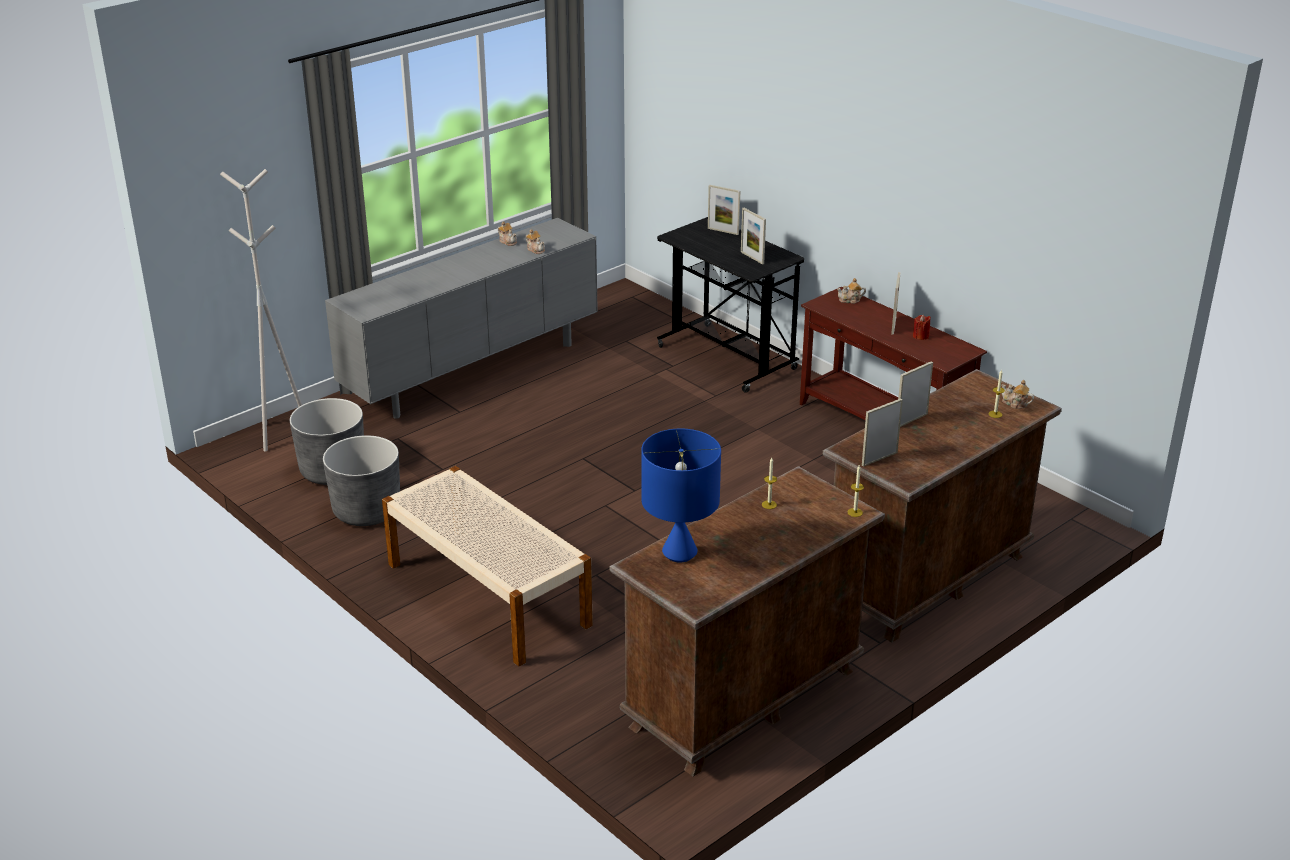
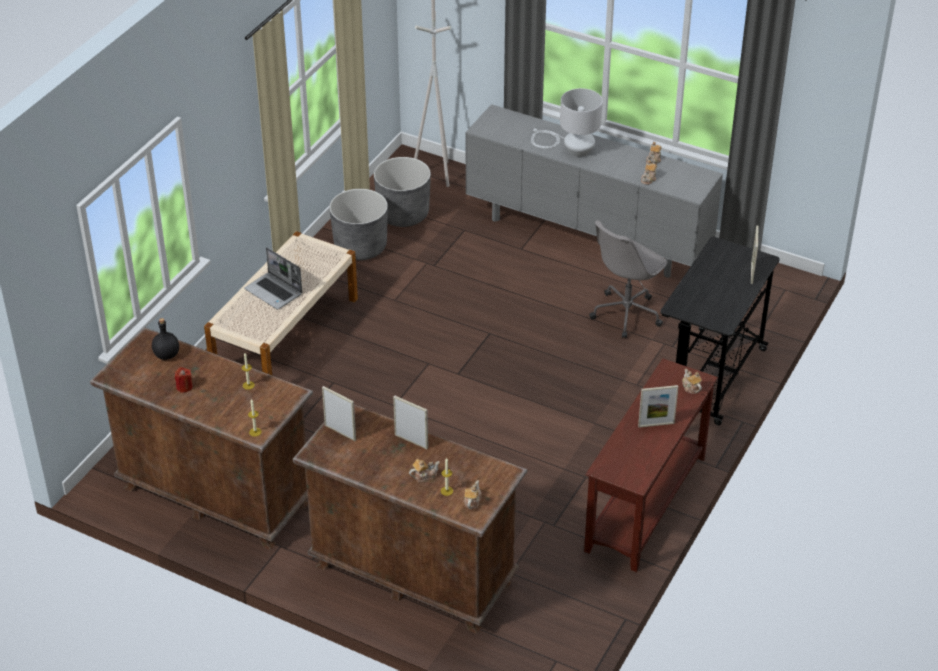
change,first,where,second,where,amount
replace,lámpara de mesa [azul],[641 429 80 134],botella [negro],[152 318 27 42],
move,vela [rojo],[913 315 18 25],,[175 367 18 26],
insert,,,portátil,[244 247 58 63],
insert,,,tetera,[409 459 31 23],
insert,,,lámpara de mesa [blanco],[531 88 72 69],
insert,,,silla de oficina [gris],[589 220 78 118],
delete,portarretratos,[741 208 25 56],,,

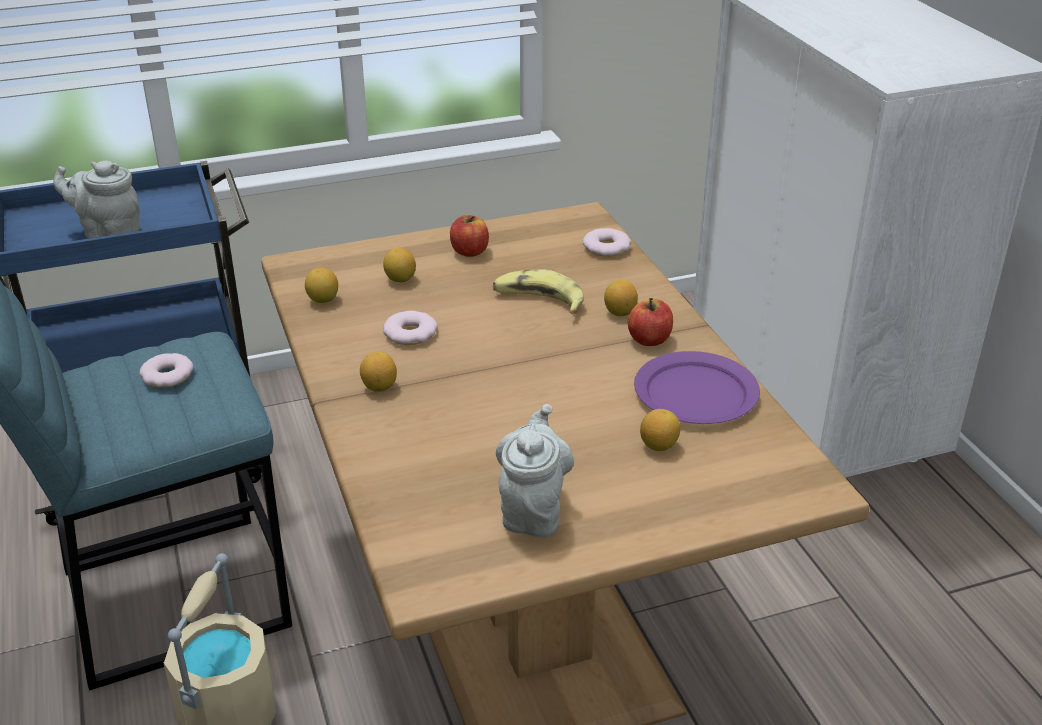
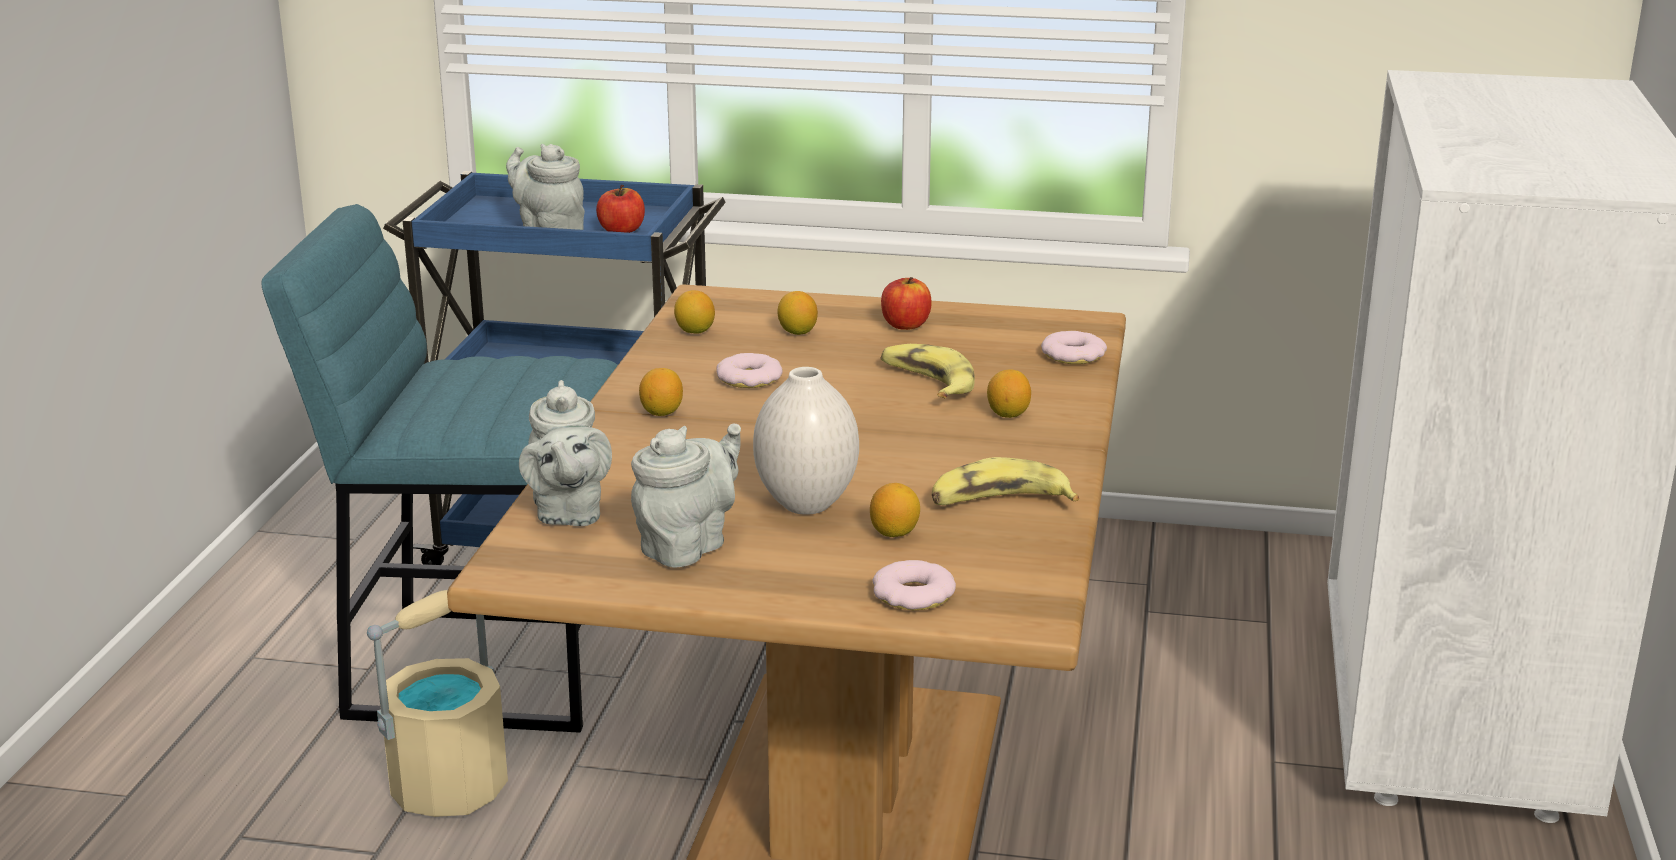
change,first,where,second,where,amount
insert,,,tetera [gris],[519 380 93 146],
move,manzana,[628 298 45 48],,[596 185 49 48],
insert,,,florero [blanco],[753 367 106 148],
move,rosquilla,[140 353 53 34],,[873 560 83 50],
replace,plato [morado],[634 351 126 73],plátano,[932 457 147 48],

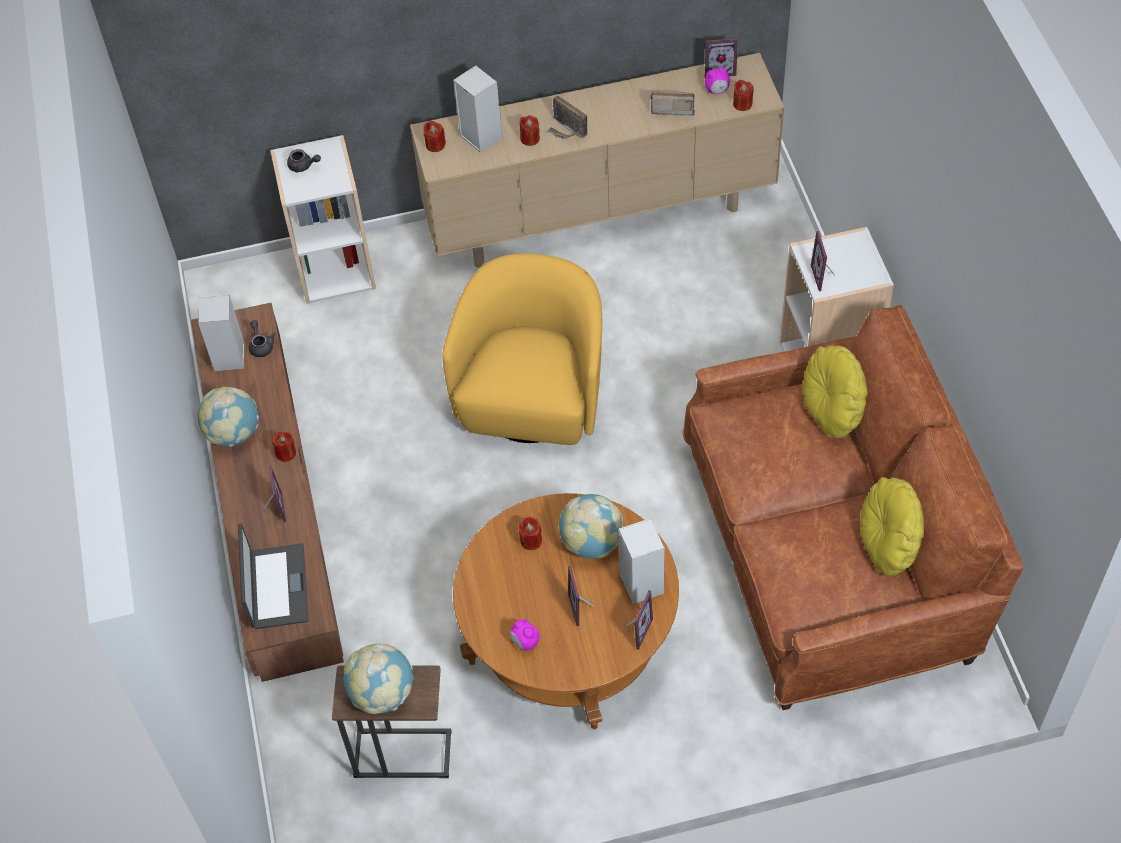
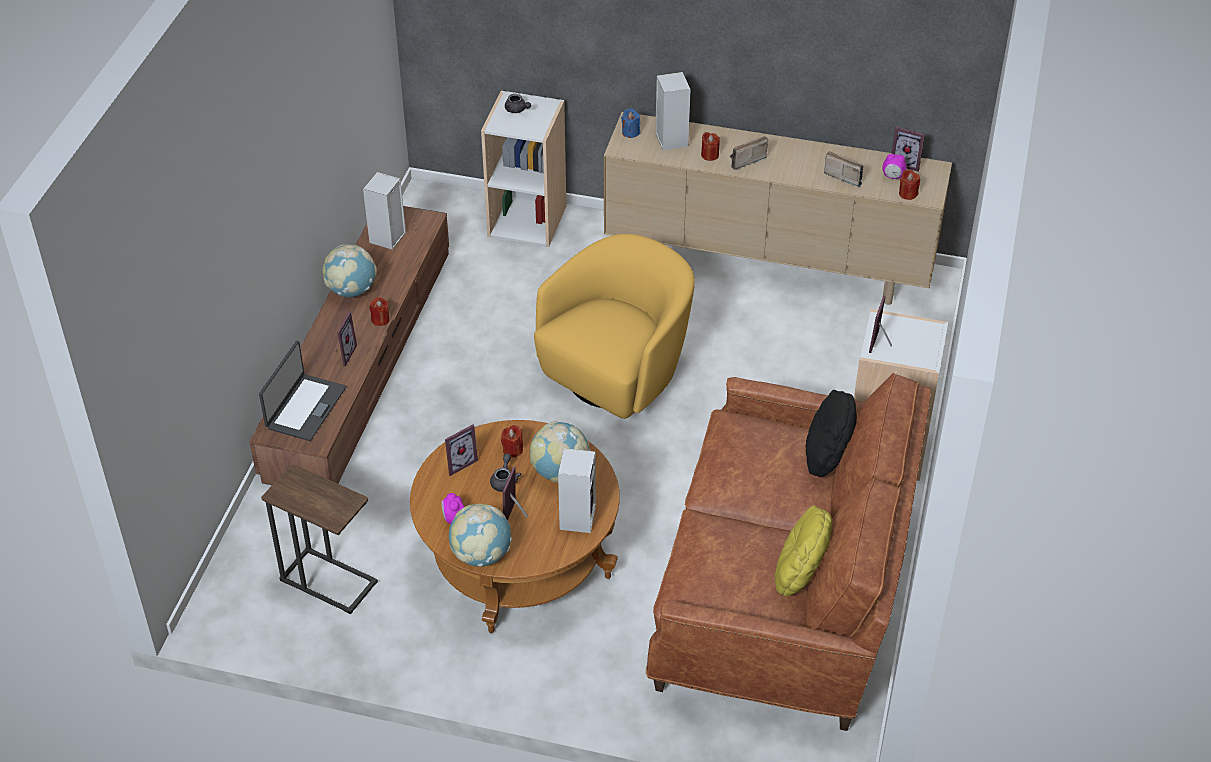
change,first,where,second,where,amount
move,portarretratos,[626 590 27 60],,[445 424 33 52],
move,globo terráqueo,[344 644 69 70],,[449 503 63 64],
move,tetera [gris],[249 320 27 37],,[490 453 31 39],
recolor,vela [rojo],[424 121 22 31],vela [azul],[621 108 19 30],
rotate,radio,[546 96 41 43],,[730 136 38 34],75 degrees clockwise
recolor,cojín [amarillo],[803 346 65 92],cojín [negro],[806 390 51 87],

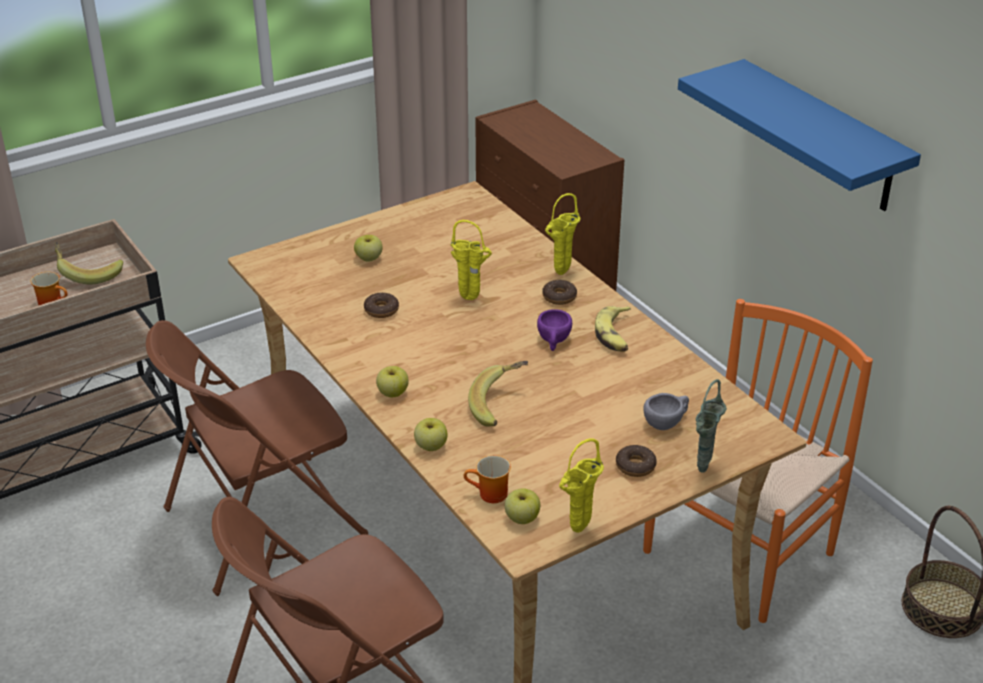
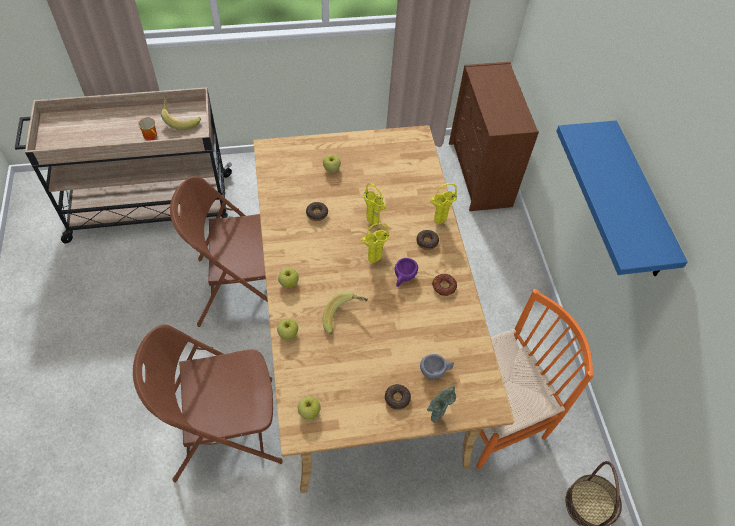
change,first,where,second,where,amount
move,florero [amarillo],[559 439 45 94],,[361 223 28 40],
replace,plátano,[595 306 36 46],rosquilla,[432 274 25 22],
delete,taza grande,[464 455 47 48],,,

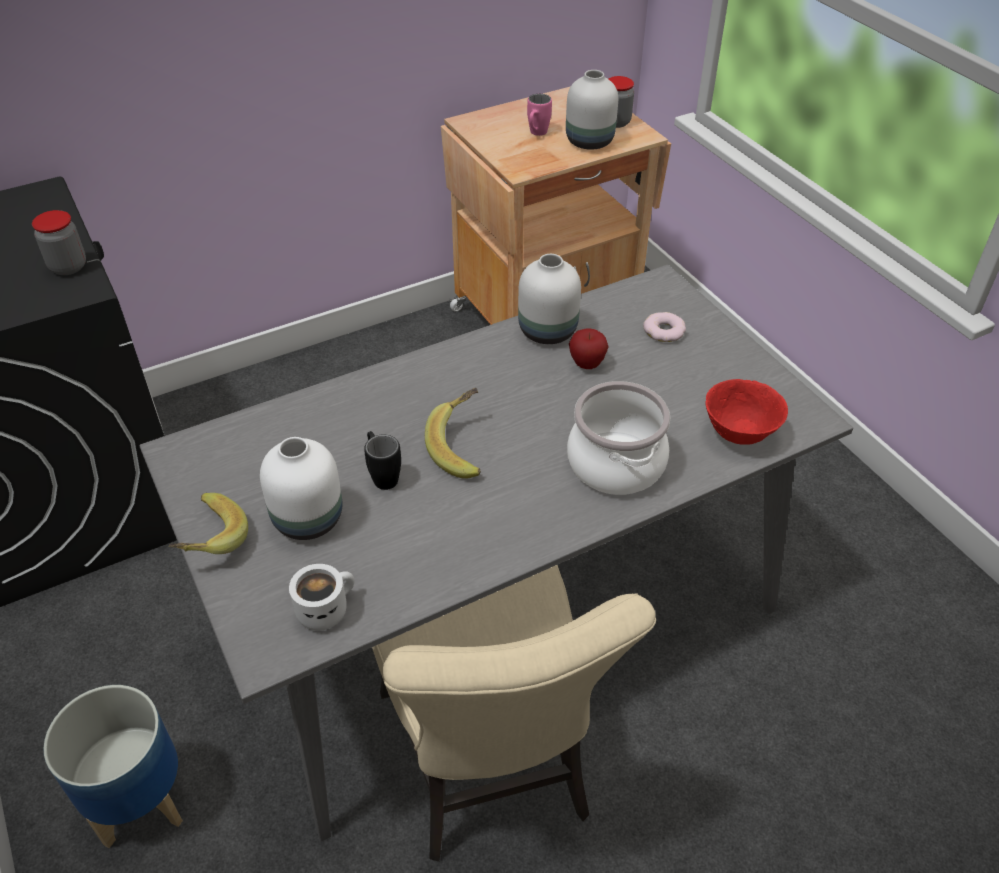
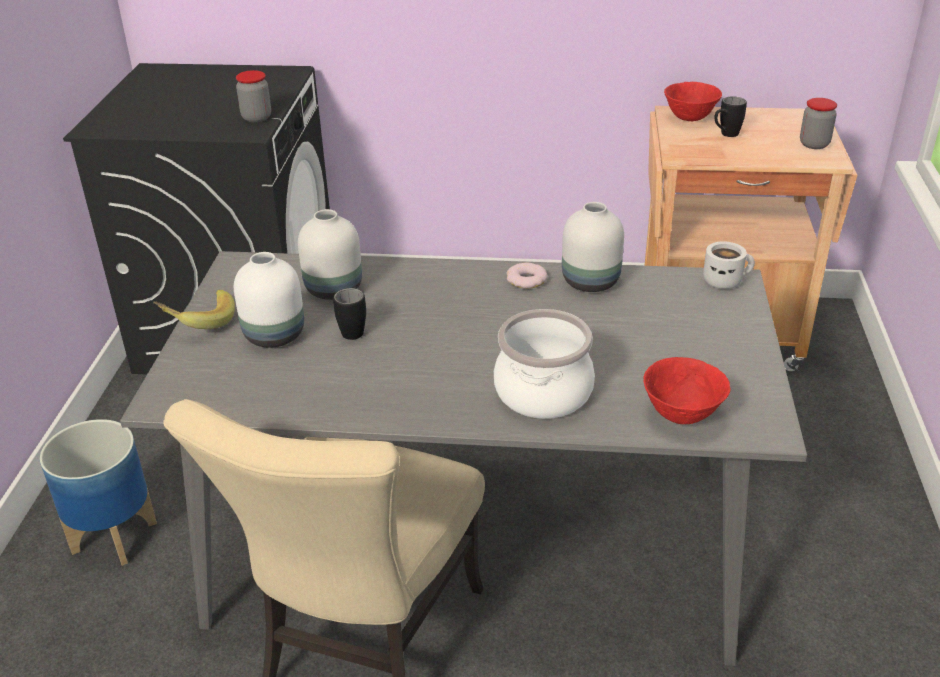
change,first,where,second,where,amount
move,florero [blanco],[566 70 52 80],,[298 209 64 91],
move,rosquilla,[643 312 43 30],,[506 263 42 26],
insert,,,cuenco [rojo],[664 82 58 39],
move,taza grande [blanco],[289 564 65 67],,[703 241 52 48],
recolor,taza grande [rosa],[527 94 25 42],taza grande [negro],[714 96 33 41],
delete,plátano,[425 388 56 91],,,
delete,manzana,[569 329 39 40],,,

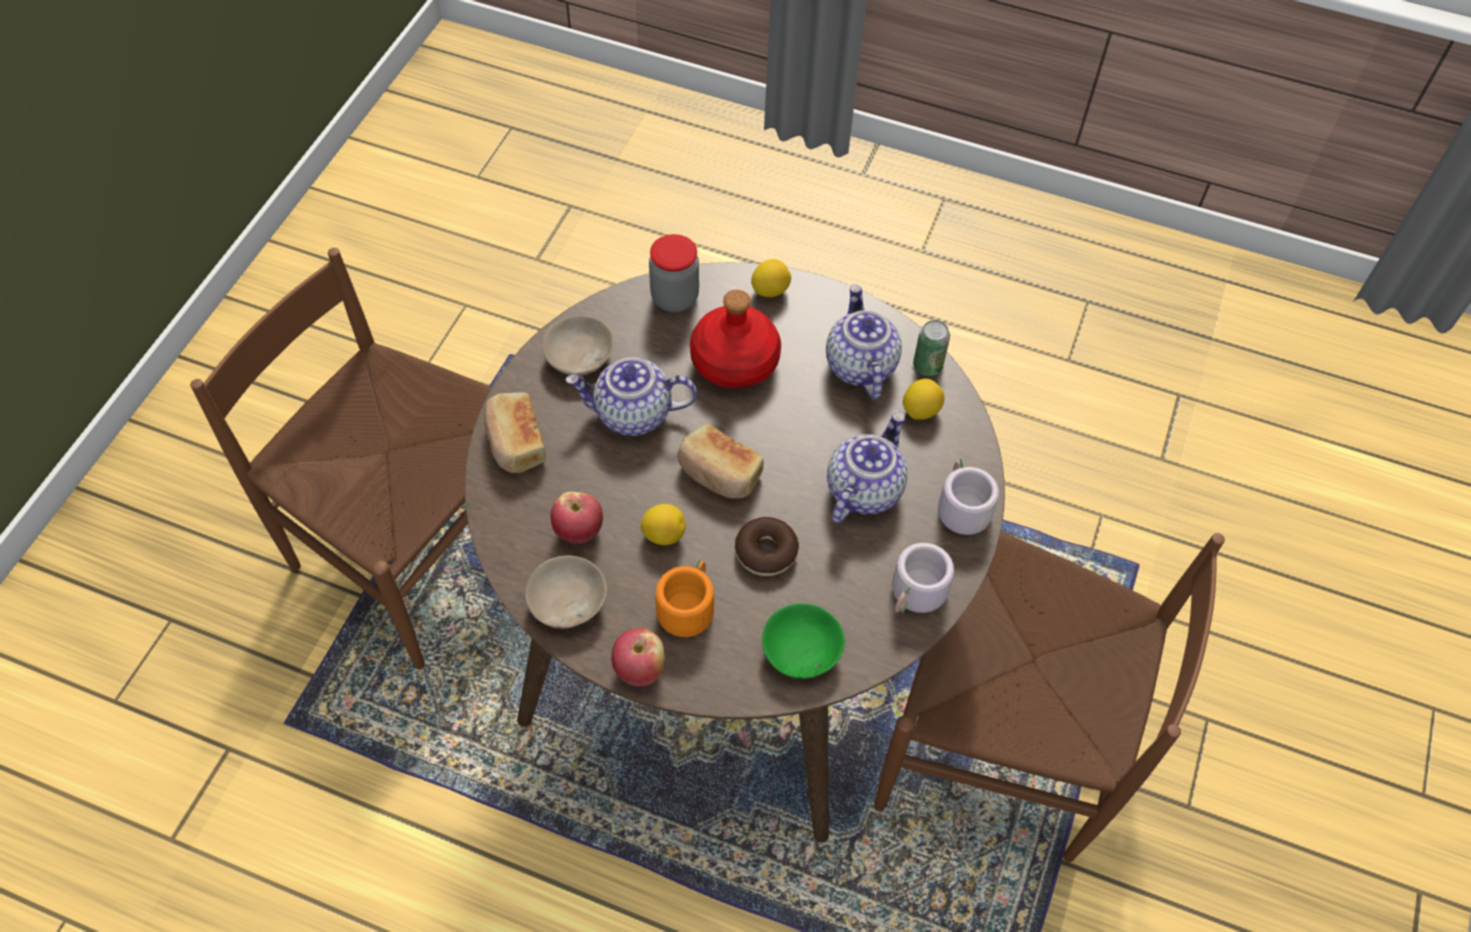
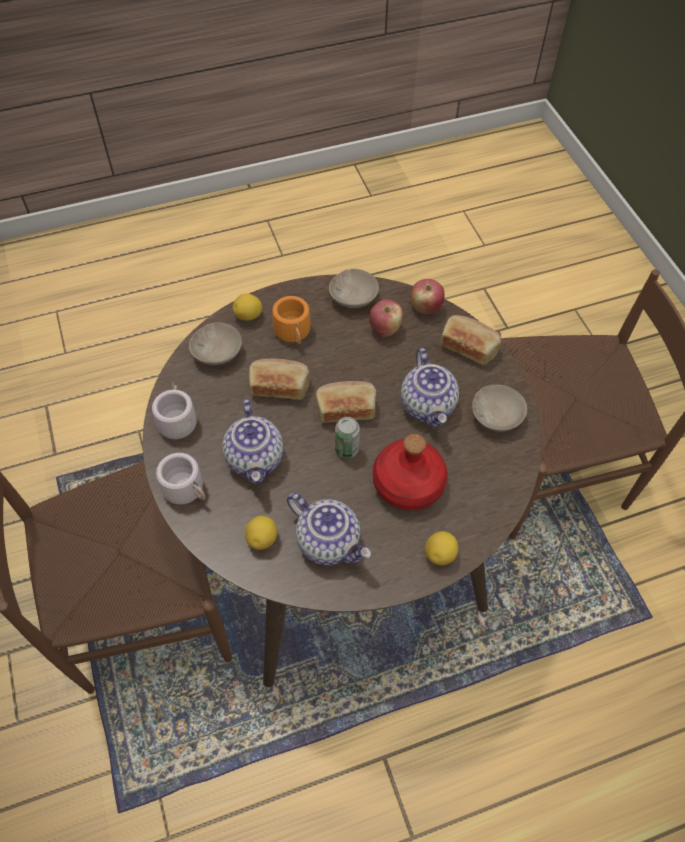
change,first,where,second,where,amount
recolor,cuenco [verde],[762 603 83 76],cuenco [beis],[189 322 53 43],
move,limón,[640 504 46 41],,[233 294 29 27],
replace,rosquilla,[735 517 64 59],pan,[249 359 61 41],
move,lata,[913 320 37 56],,[335 417 25 41],
rotate,tetera,[565 358 132 78],,[401 348 58 80],120 degrees clockwise
move,manzana,[611 628 54 59],,[411 279 33 35],
delete,tarro,[649 234 50 78],,,

